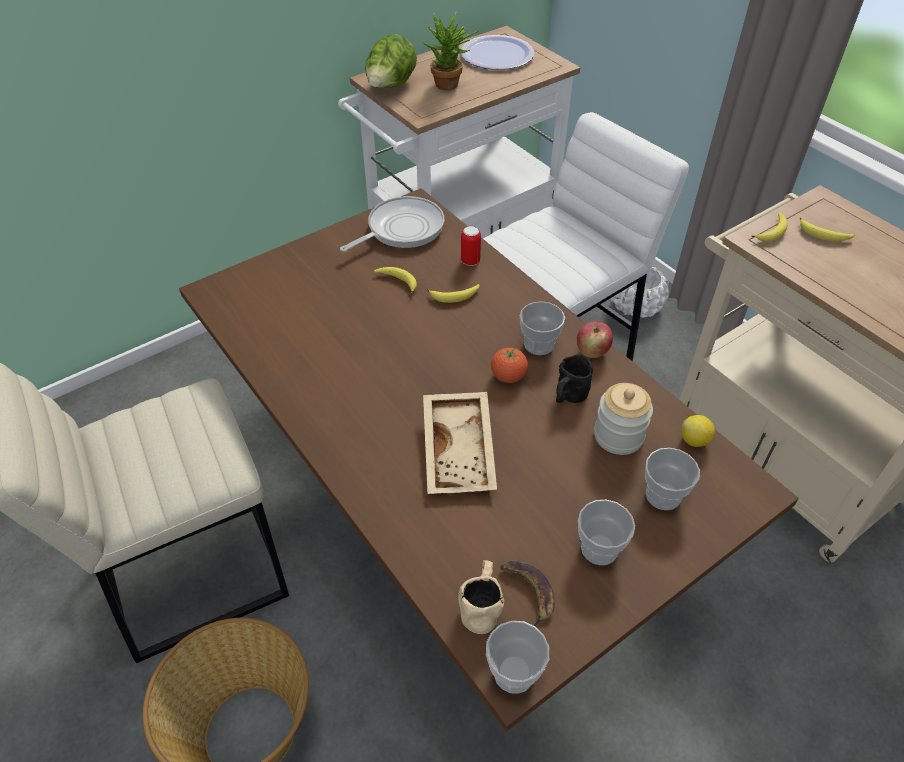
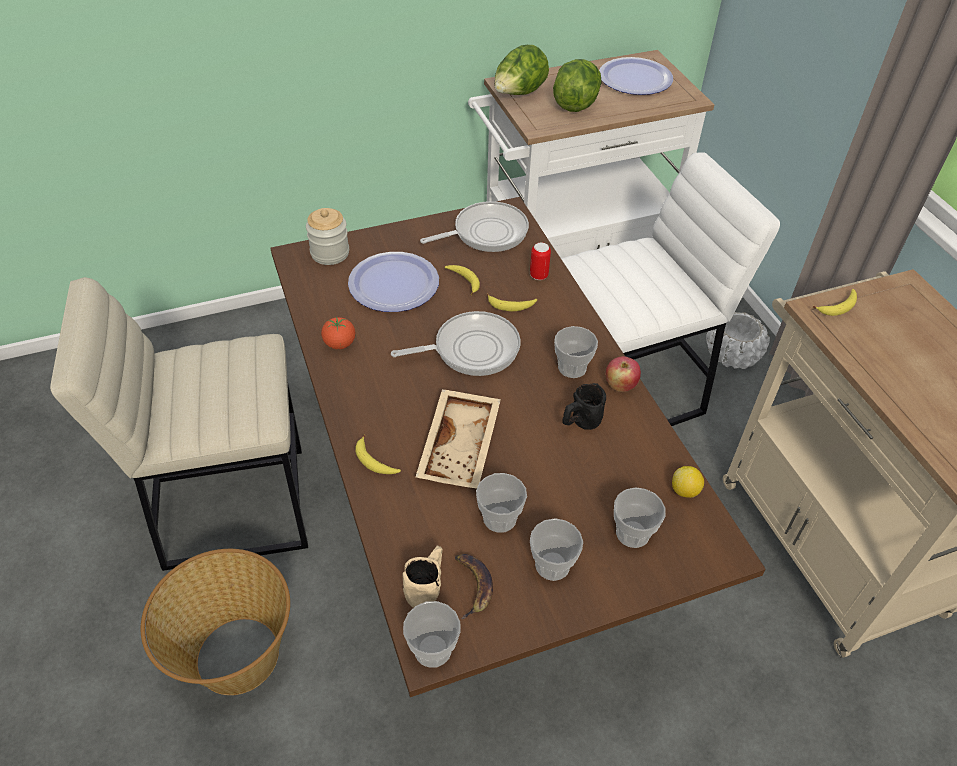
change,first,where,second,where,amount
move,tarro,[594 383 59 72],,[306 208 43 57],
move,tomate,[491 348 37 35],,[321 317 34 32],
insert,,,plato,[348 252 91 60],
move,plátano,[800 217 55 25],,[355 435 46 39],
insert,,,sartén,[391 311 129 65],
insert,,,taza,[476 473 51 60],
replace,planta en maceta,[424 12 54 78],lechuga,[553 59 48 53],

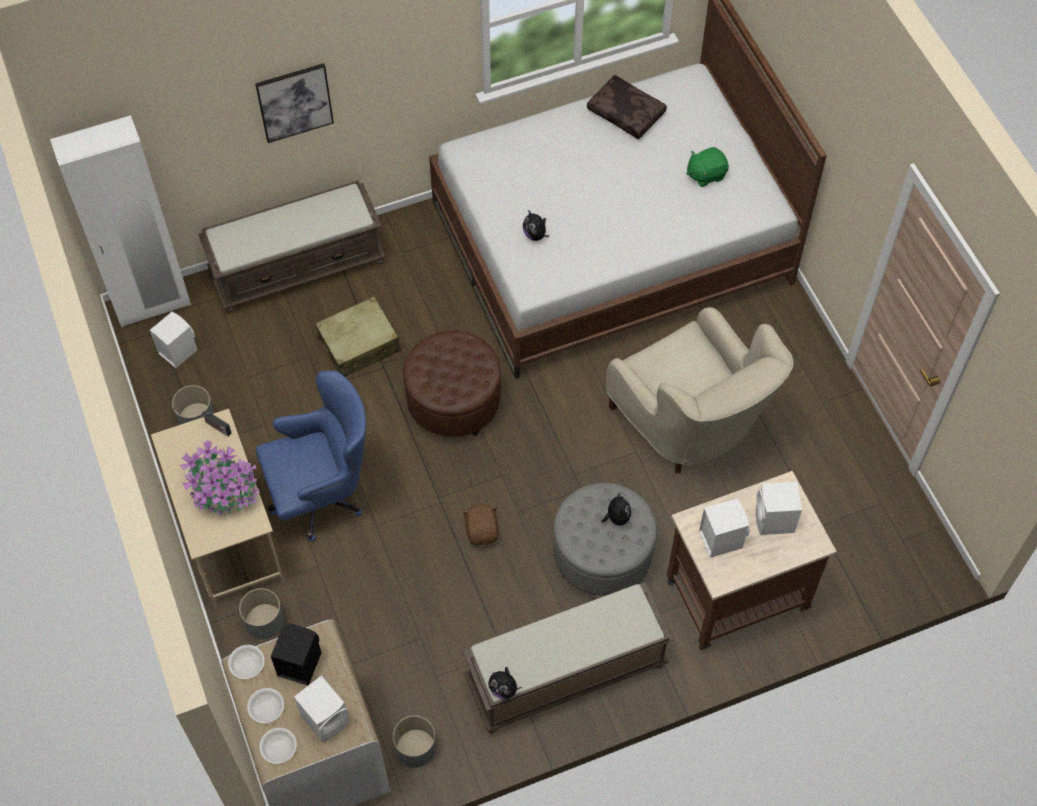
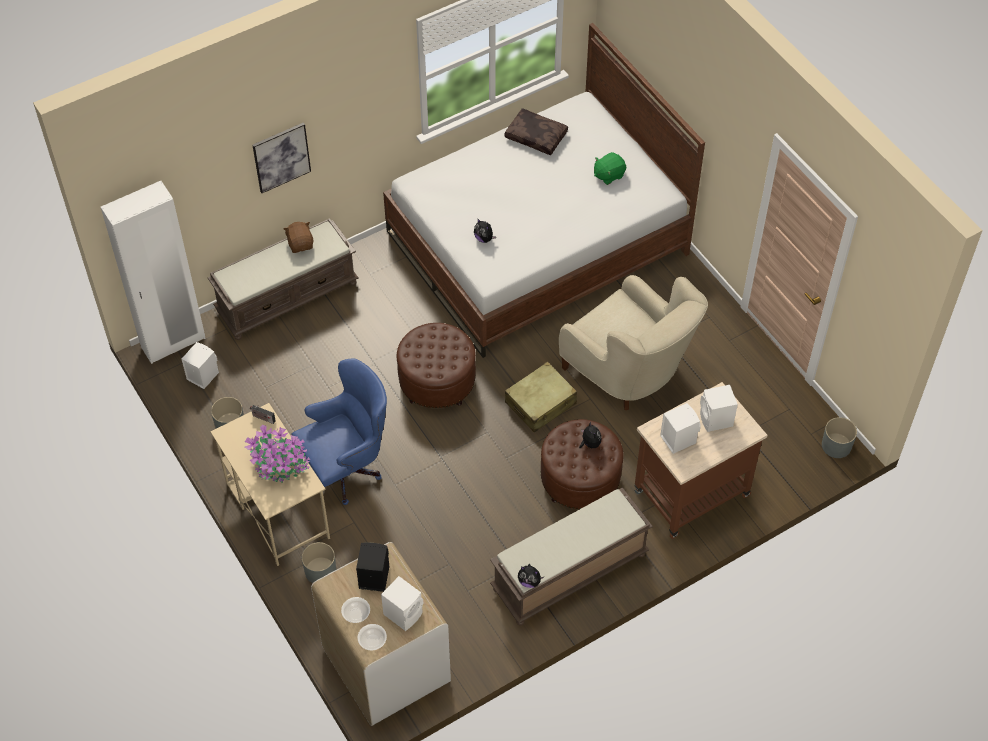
change,first,where,second,where,amount
move,peluche [marrón],[463 503 36 43],,[283 222 30 31],
move,maleta [beis],[315 296 86 81],,[505 362 72 70],
recolor,puf [gris],[553 483 104 112],puf [marrón],[541 419 83 90],
move,maceta [gris],[393 715 43 53],,[822 417 35 41],
delete,cuenco,[228 645 36 34],,,

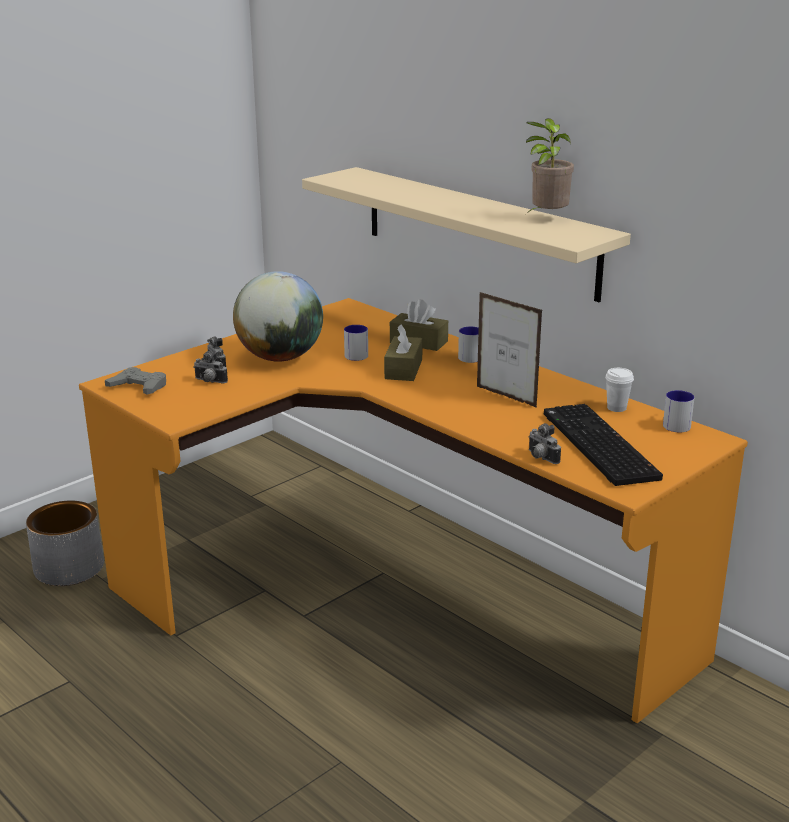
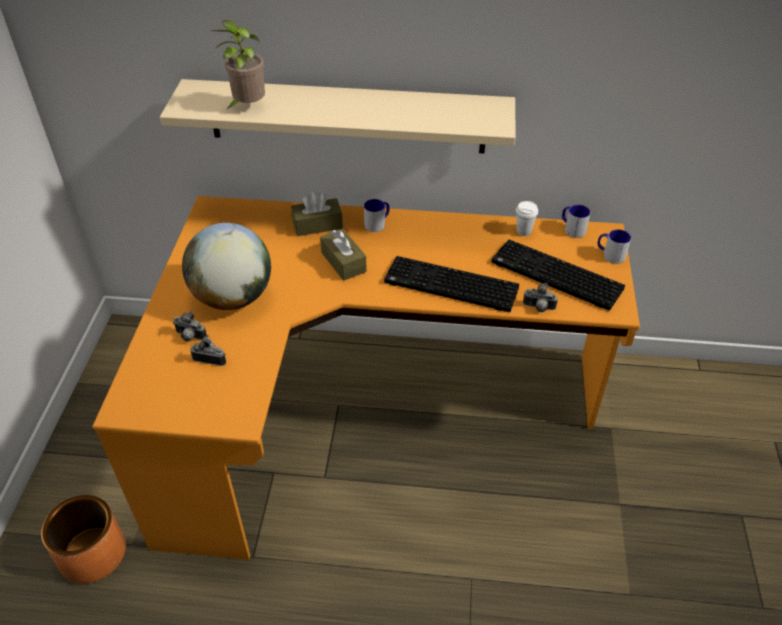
change,first,where,second,where,amount
recolor,maceta [gris],[26 501 78 85],maceta [naranja],[41 495 85 89],
rotate,cámara,[194 351 34 33],,[190 335 36 31],150 degrees counterclockwise
move,planta en maceta,[526 118 48 95],,[211 20 54 89],
insert,,,teclado,[384 256 135 56],
move,taza grande,[344 325 24 36],,[597 229 34 35],
delete,mando de consola [gris],[105 367 61 28],,,
delete,portarretratos,[477 292 65 116],,,

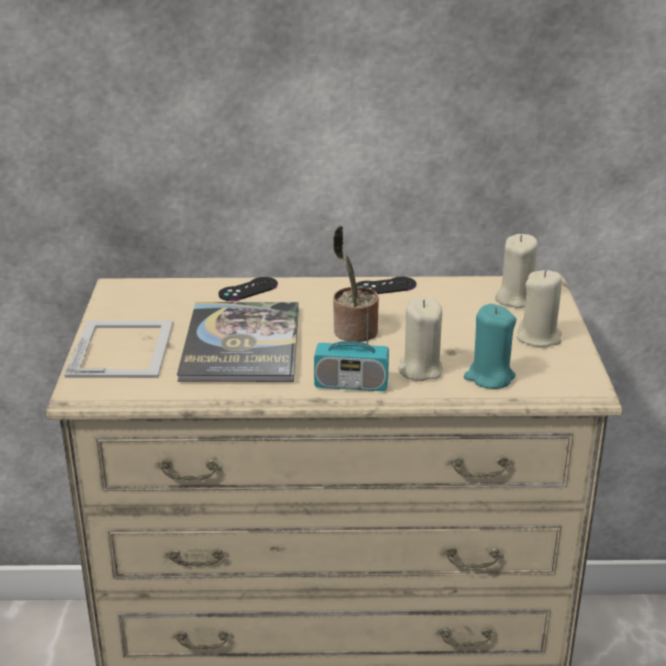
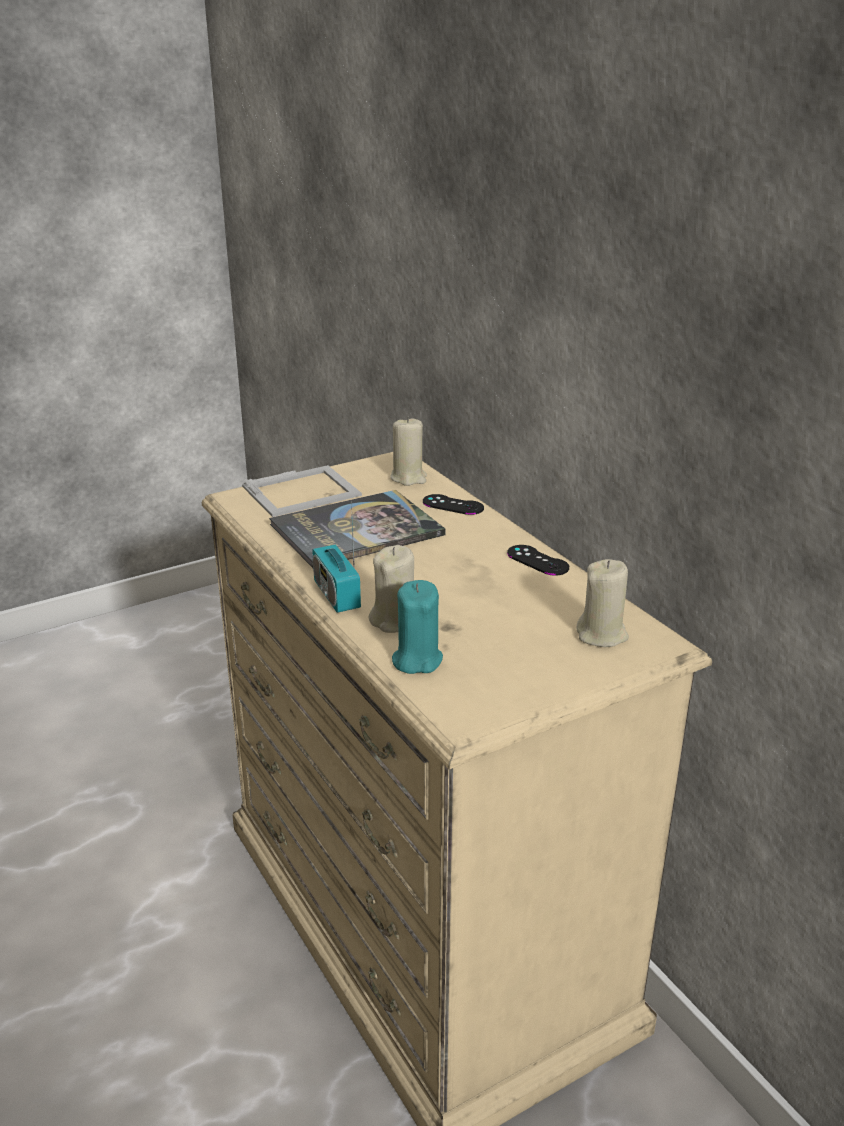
change,first,where,second,where,amount
move,vela [beis],[517 270 45 77],,[390 417 37 69],
delete,planta en maceta,[333 226 46 116],,,

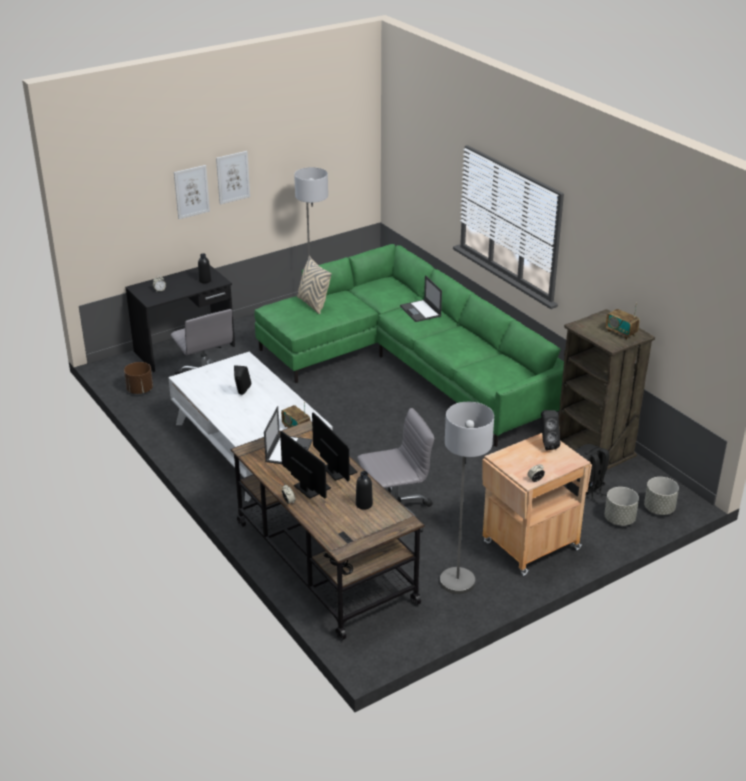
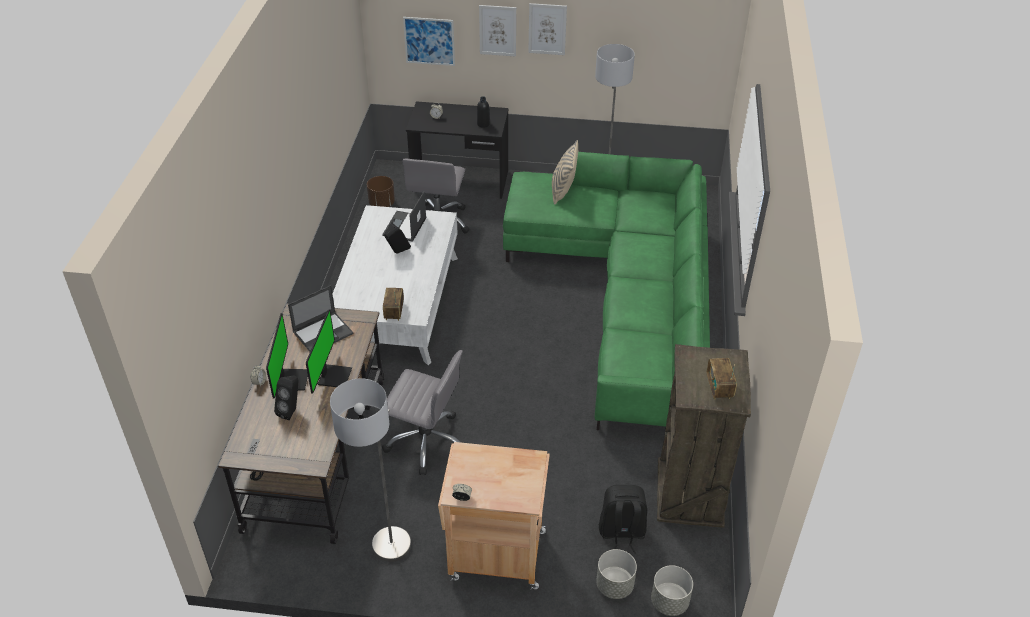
change,first,where,second,where,amount
move,altavoz [negro],[541 410 19 41],,[274 376 25 44],
move,portátil,[400 275 42 47],,[382 191 44 51],
insert,,,cuadro,[403 17 52 49],
delete,botella [negro],[356 471 17 39],,,

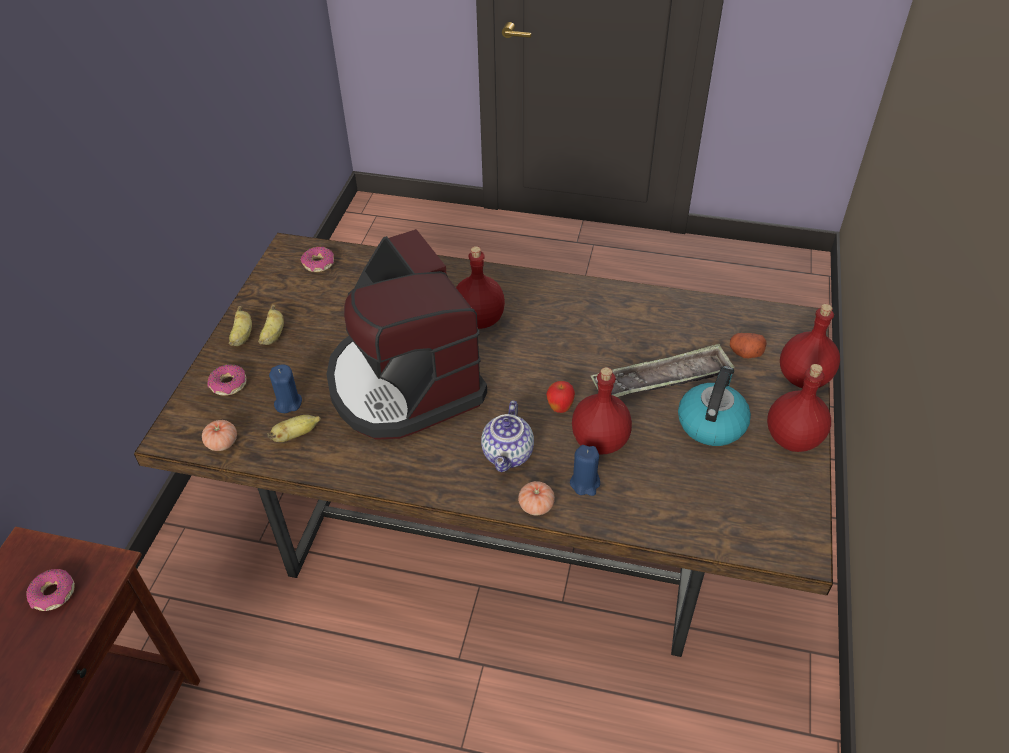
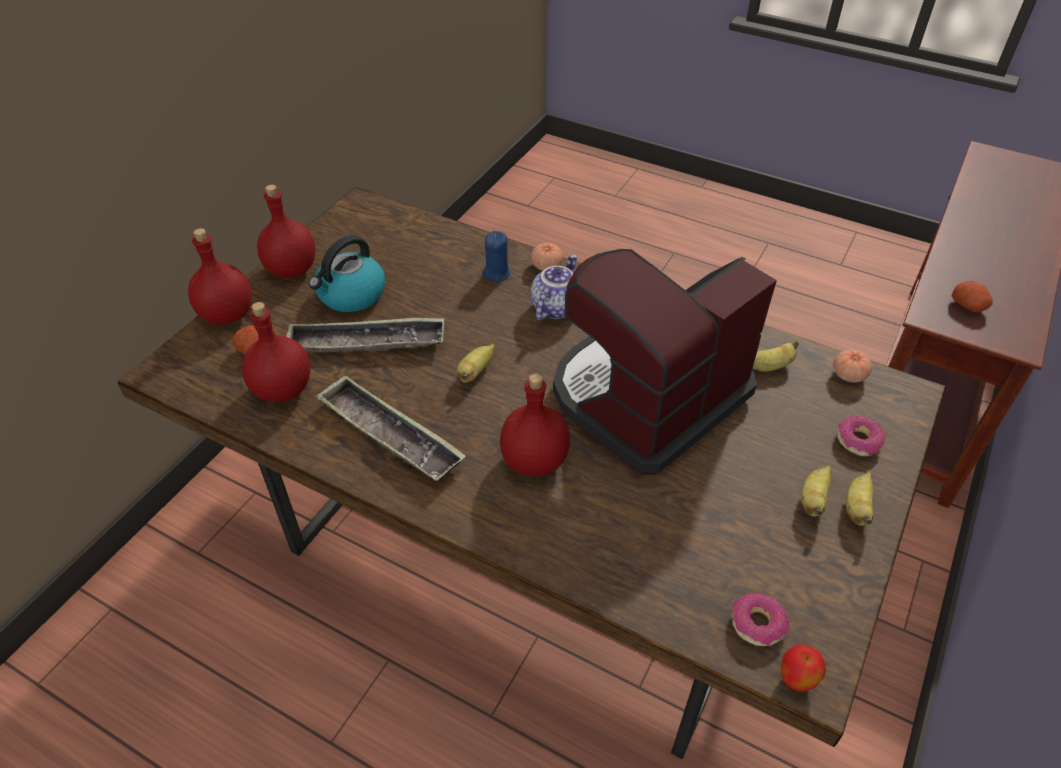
change,first,where,second,where,amount
move,botella [rojo],[572 367 60 87],,[242 302 68 100],
insert,,,bandeja,[315 375 151 106],
insert,,,plátano,[457 344 38 39],
rotate,cafetera,[327 229 160 211],,[553 249 224 226],120 degrees counterclockwise
move,manzana,[546 381 29 32],,[781 644 45 48],
replace,rosquilla,[26 569 49 42],patata,[952 281 41 31],
delete,vela [azul],[269 364 33 49],,,

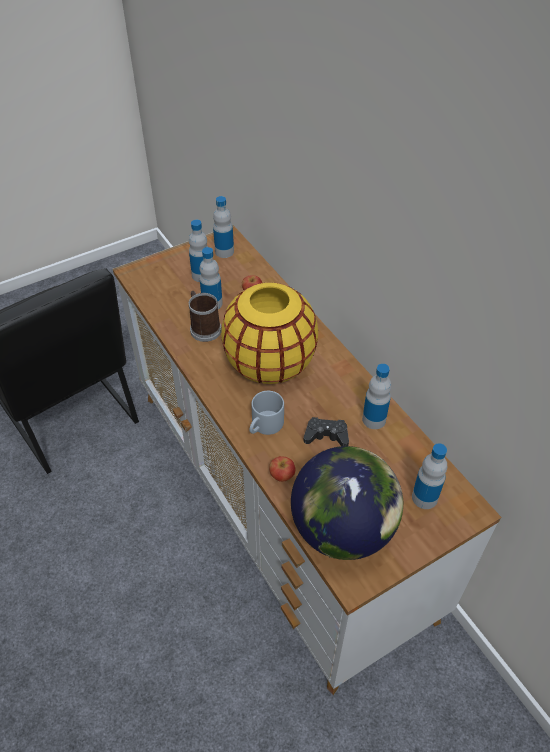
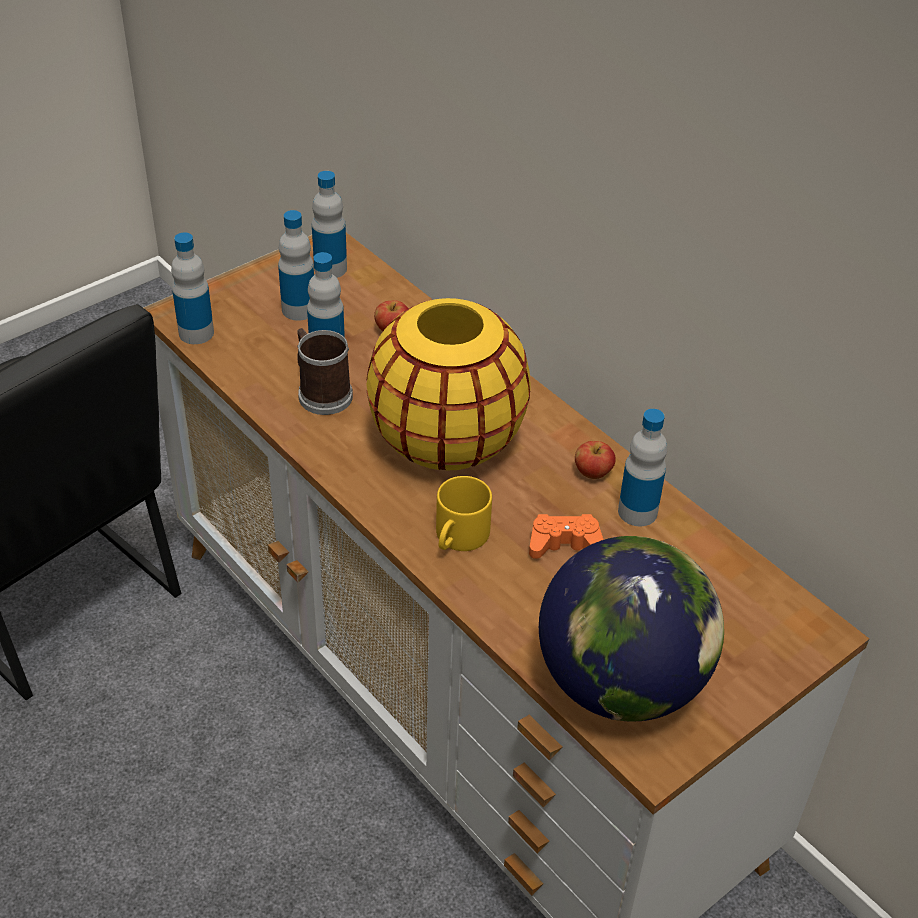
change,first,where,second,where,amount
move,botella,[412 443 35 66],,[171 233 43 111],
recolor,taza grande [gris],[249 391 35 44],taza grande [amarillo],[436 476 56 75],
recolor,mando de consola [negro],[304 417 45 29],mando de consola [naranja],[529 514 75 45],
move,manzana,[269 456 26 26],,[575 441 41 38],

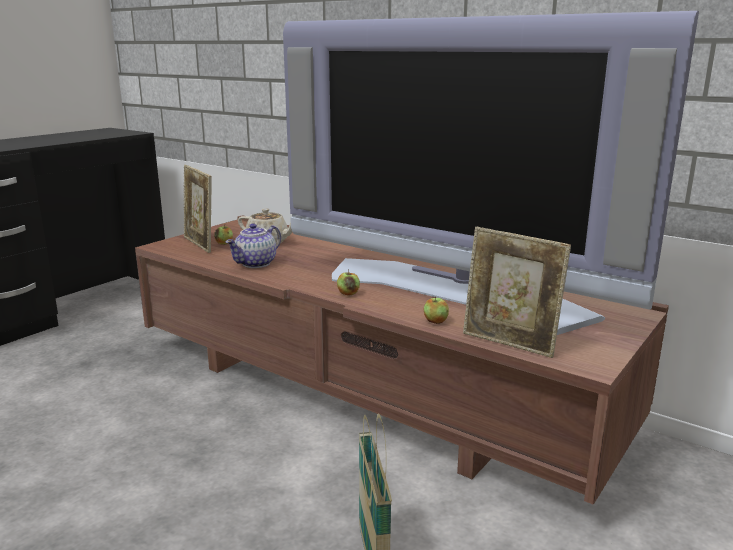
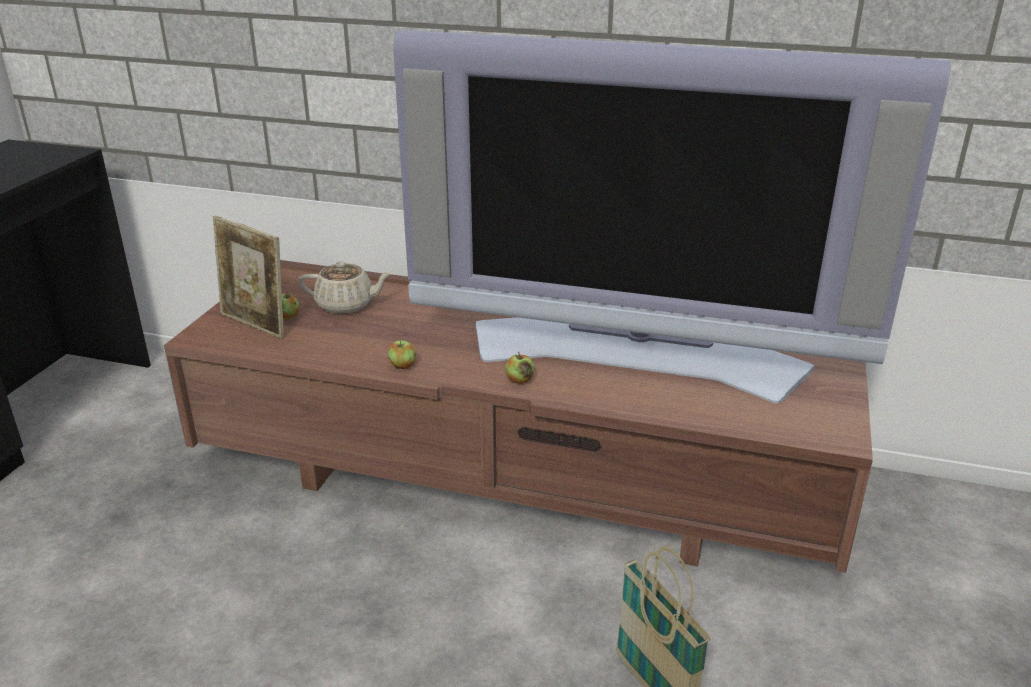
change,first,where,second,where,amount
move,manzana,[424 296 25 28],,[388 340 28 29],
delete,tetera,[226 223 55 45],,,
delete,portarretratos,[463 227 108 131],,,

